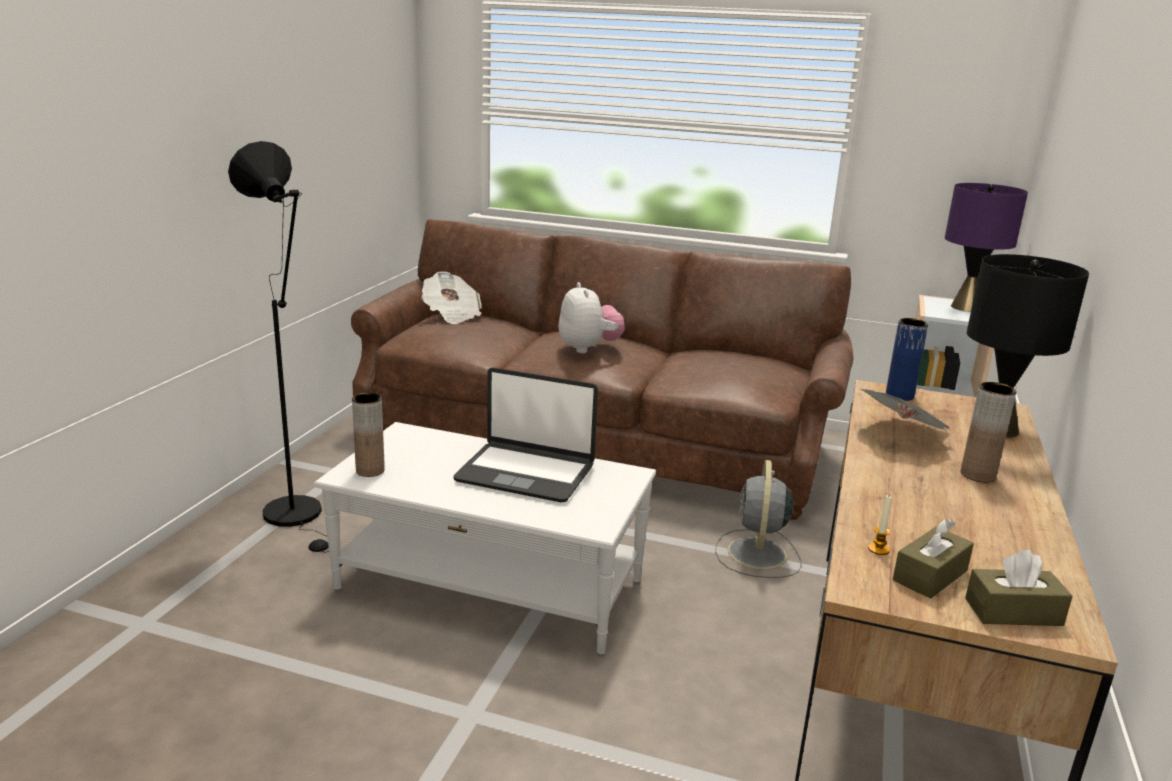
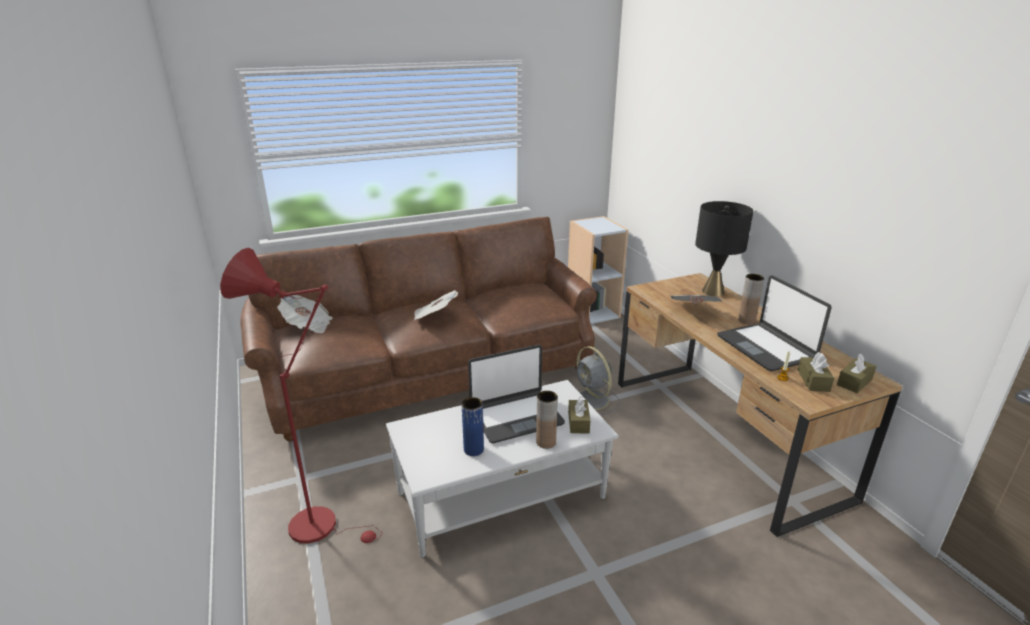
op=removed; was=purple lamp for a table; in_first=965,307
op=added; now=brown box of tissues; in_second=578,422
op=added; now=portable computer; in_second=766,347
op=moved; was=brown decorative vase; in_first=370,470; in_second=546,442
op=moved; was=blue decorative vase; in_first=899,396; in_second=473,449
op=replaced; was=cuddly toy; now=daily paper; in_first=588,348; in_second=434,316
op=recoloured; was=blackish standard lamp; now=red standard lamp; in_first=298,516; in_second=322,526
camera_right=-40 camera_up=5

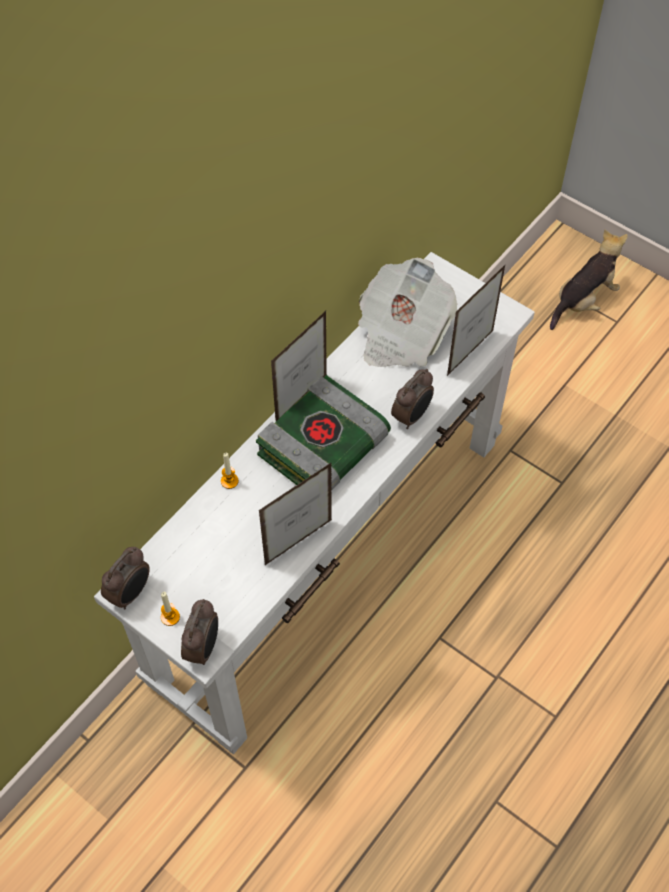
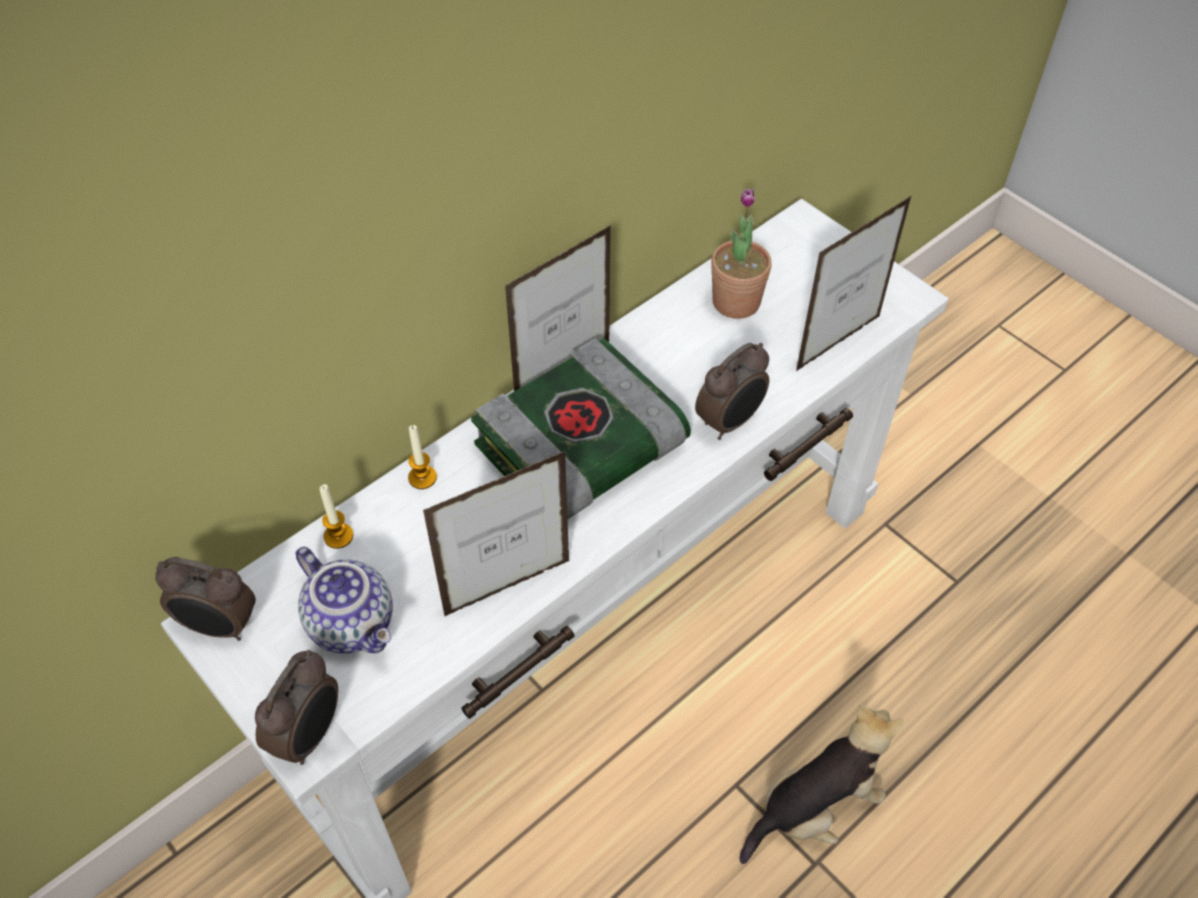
op=added; now=teapot; in_second=354,623
op=moved; was=wax candle; in_first=170,617; in_second=338,536
op=moved; was=cuddly toy; in_first=583,301; in_second=815,807
op=replaced; was=daily paper; now=houseplant; in_first=401,333; in_second=736,302
op=turned; was=alarm clock; in_first=131,593; in_second=220,627; clockwise=60
camera_right=10 camera_up=-5

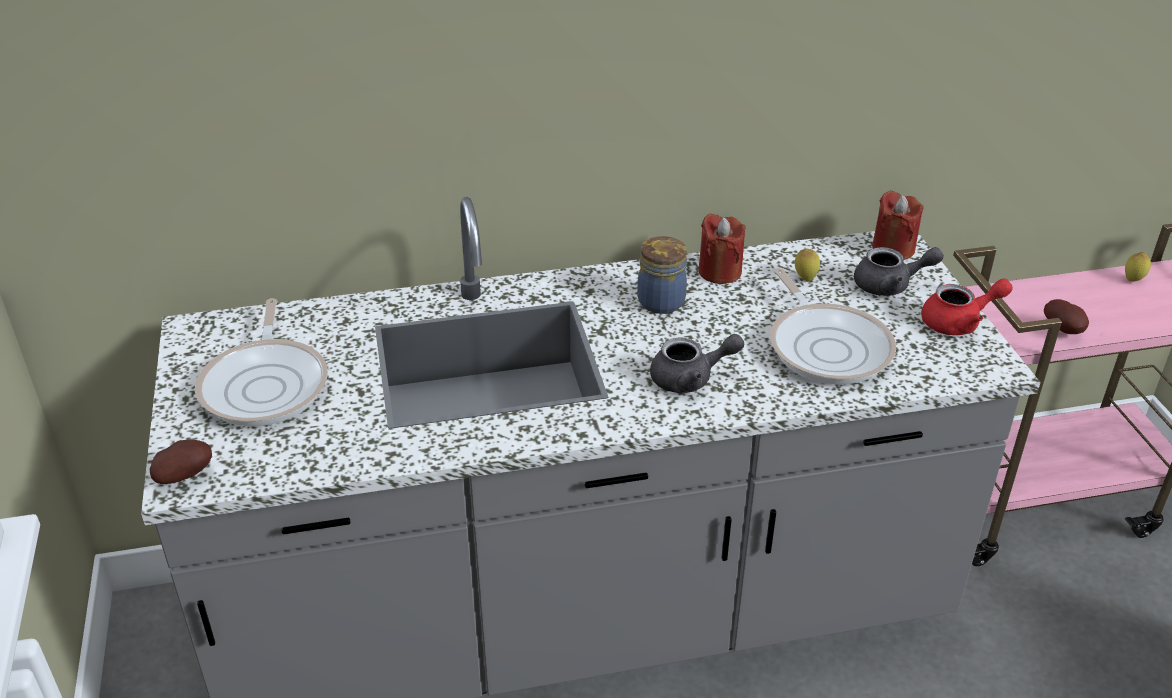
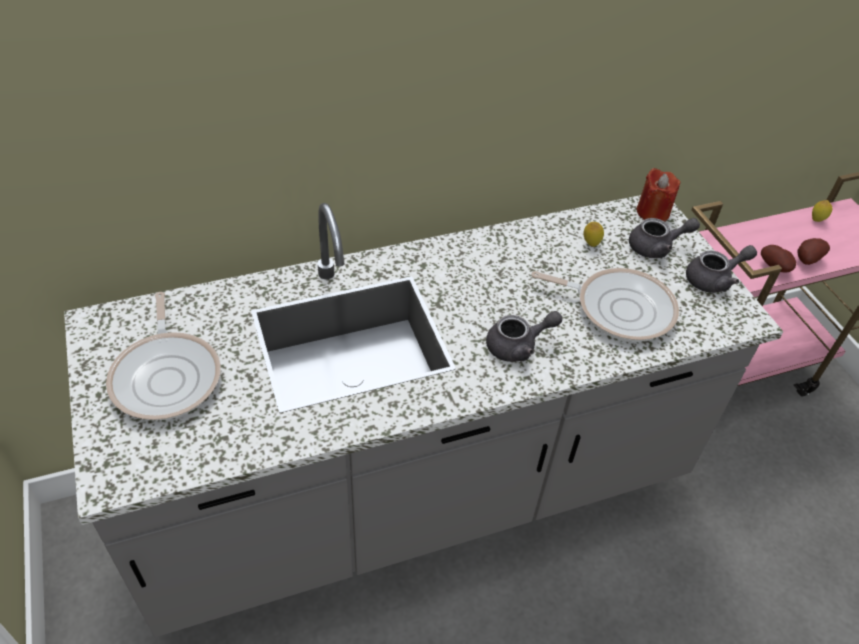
op=removed; was=preserve jar; in_first=661,300
op=removed; was=red wax candle; in_first=719,272
op=moved; was=potato; in_first=184,475; in_second=806,259
op=recoloured; was=red teapot; now=grey teapot; in_first=959,322; in_second=714,279
op=turned; was=frying pan; in_first=827,346; in_second=619,308; clockwise=-45
camera_right=-10 camera_up=10

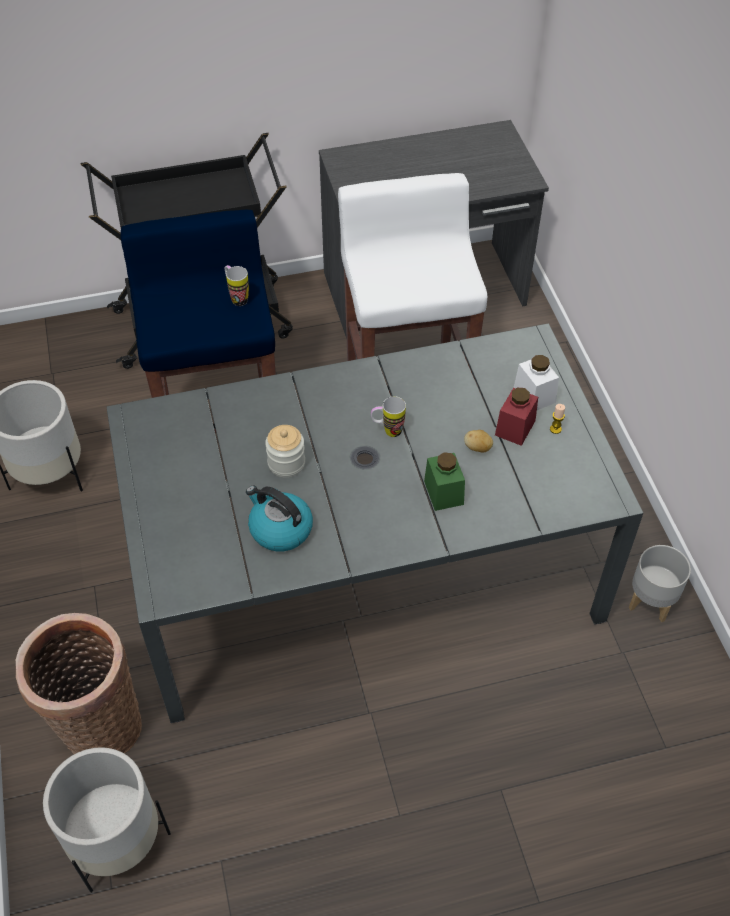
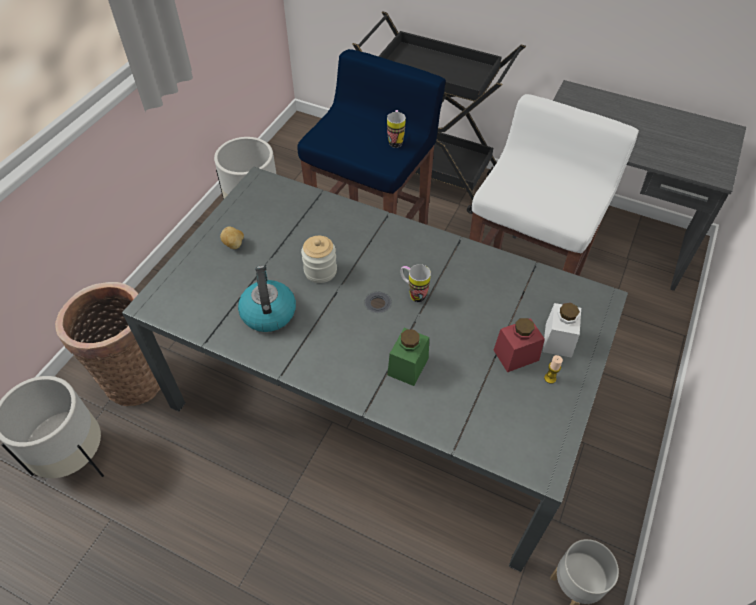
op=moved; was=potato; in_first=477,448; in_second=234,245
camera_right=40 camera_up=0

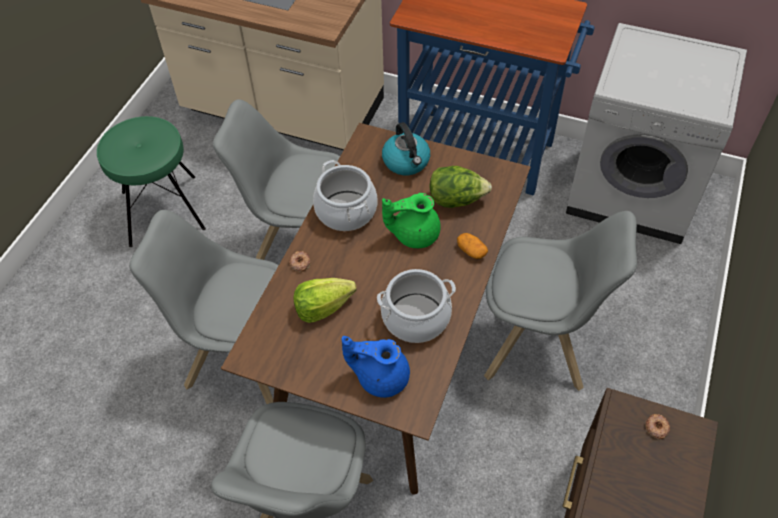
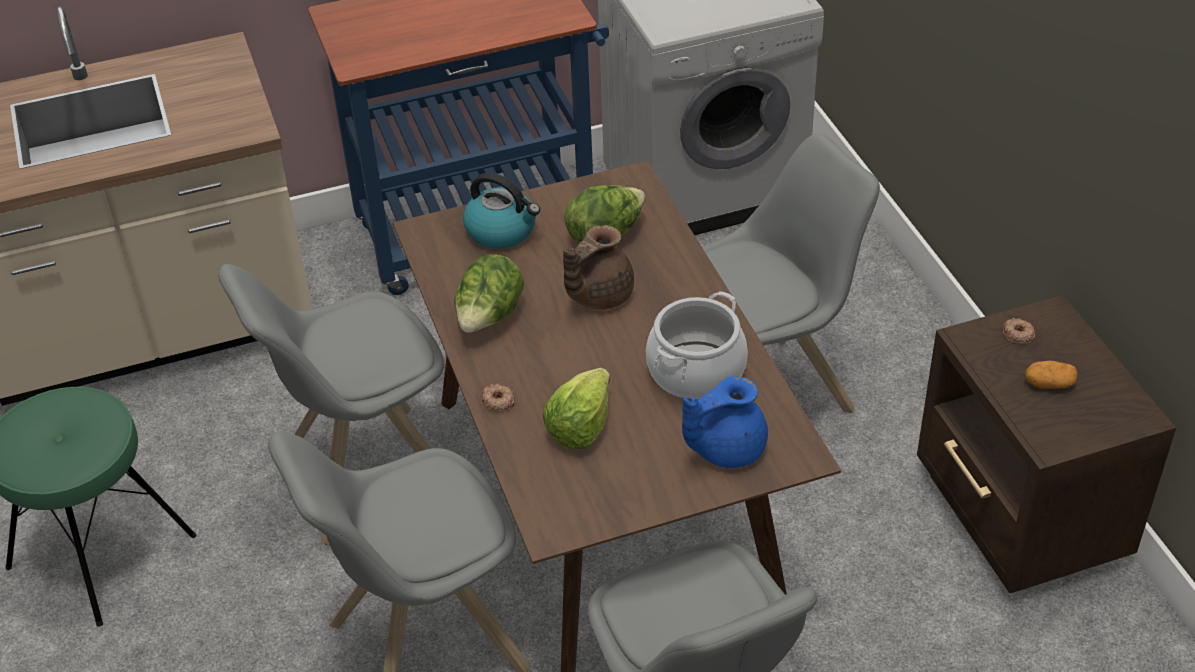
op=moved; was=potato; in_first=471,251; in_second=1049,384
op=replaced; was=stockpot; now=lettuce head; in_first=346,211; in_second=489,318
op=recoloured; was=greenish teapot; now=brown teapot; in_first=414,234; in_second=597,295
camera_right=-40 camera_up=-10

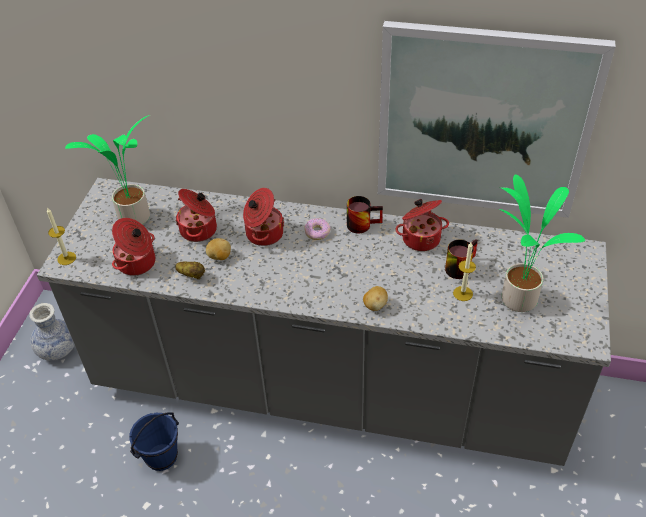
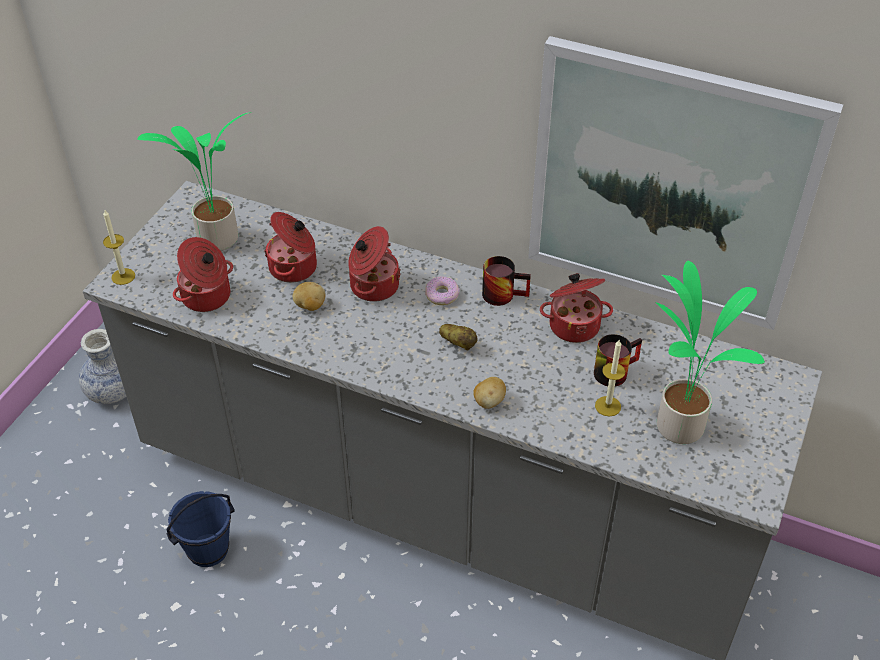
op=moved; was=potato; in_first=191,275; in_second=458,343
camera_right=10 camera_up=0

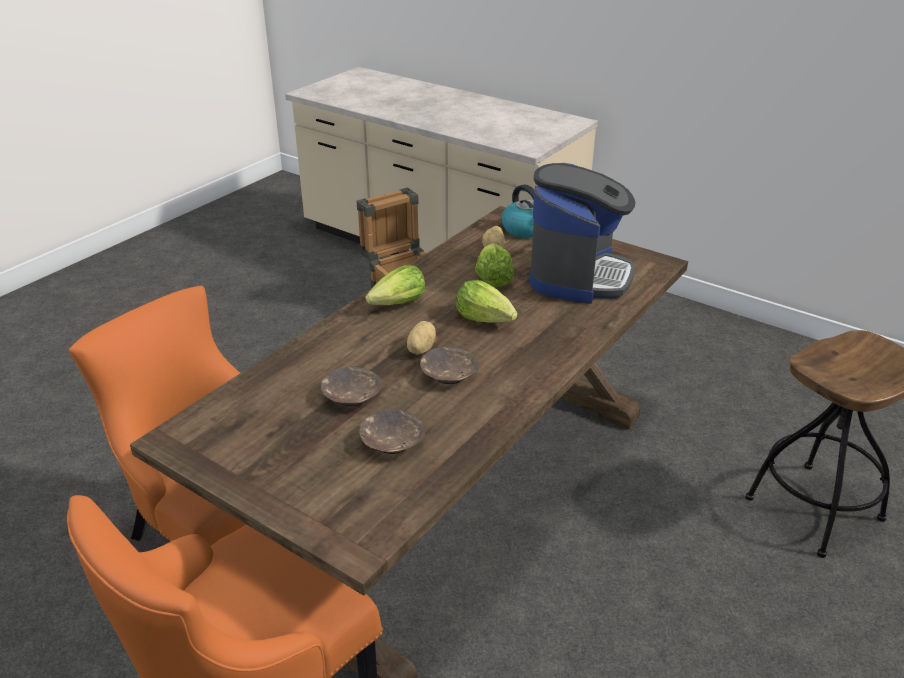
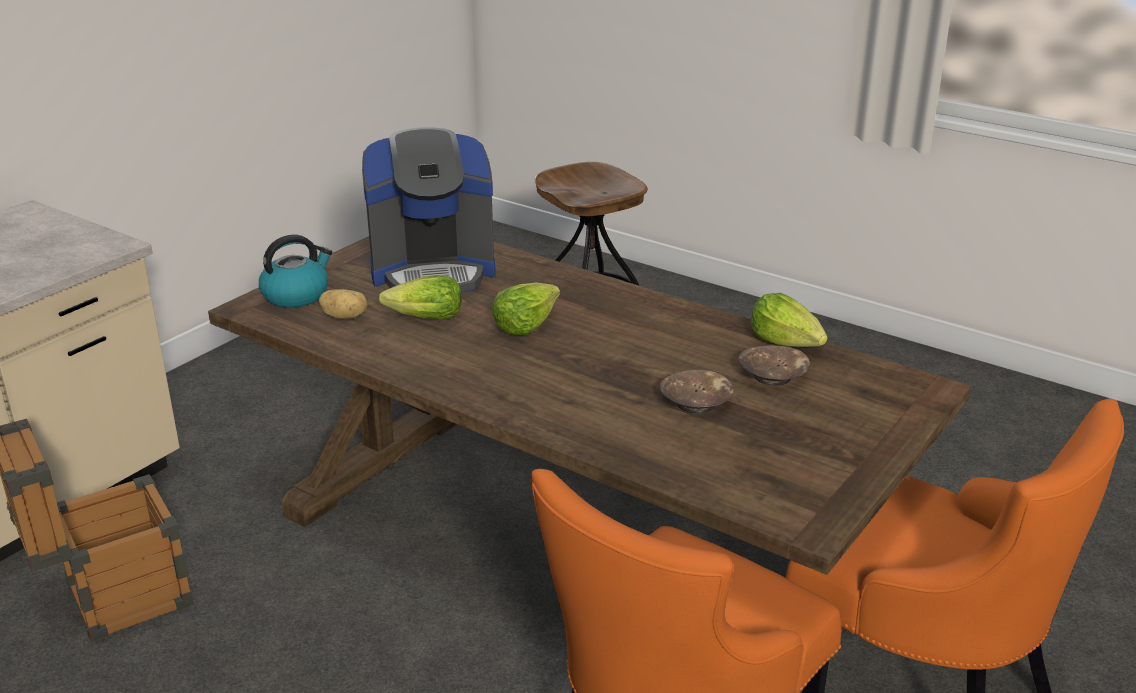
op=removed; was=potato; in_first=420,349
op=removed; was=brown serving bowl; in_first=449,375
op=moved; was=lettuce head; in_first=399,303; in_second=786,342
op=turned; was=coffee machine; in_first=579,276; in_second=433,270; clockwise=150
camera_right=-90 camera_up=-5

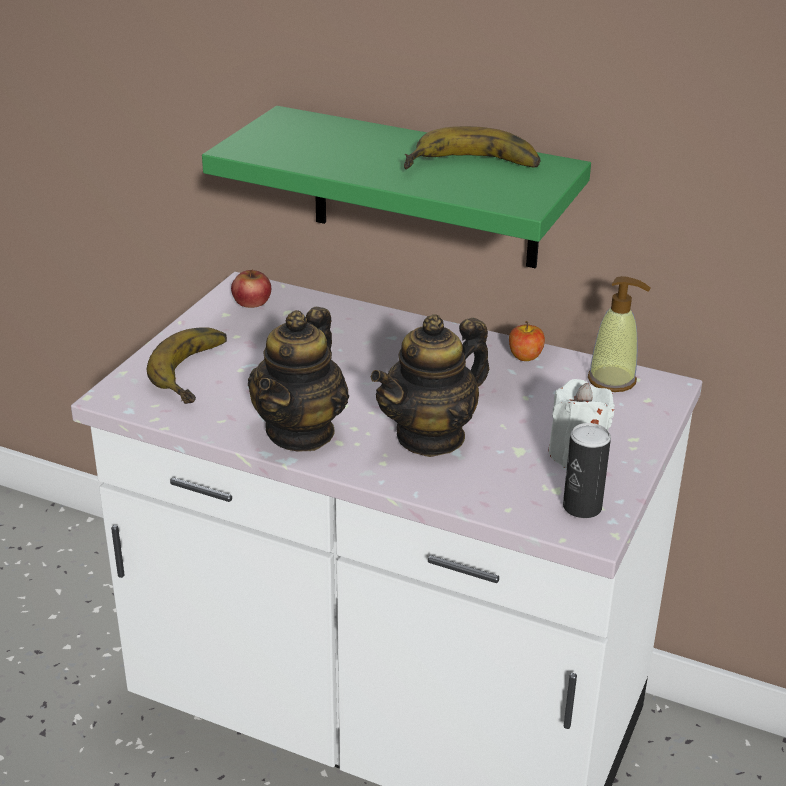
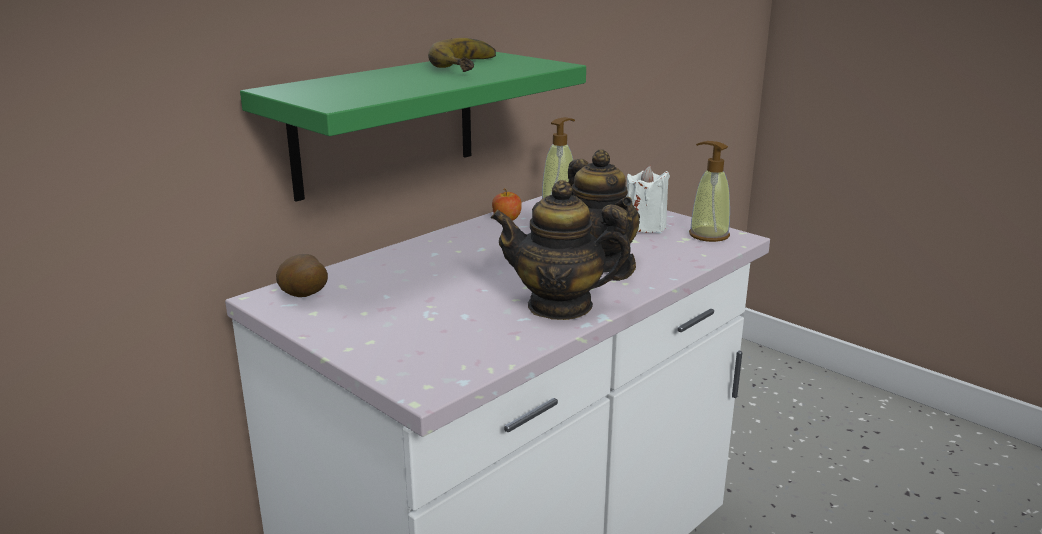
op=removed; was=banana fruit; in_first=200,372
op=replaced; was=apple; now=potato; in_first=252,301; in_second=303,298
op=replaced; was=sealed can; now=soap bottle; in_first=582,507; in_second=708,235
op=turned; was=teapot; in_first=301,432; in_second=560,306; clockwise=150
camera_right=-70 camera_up=-10

